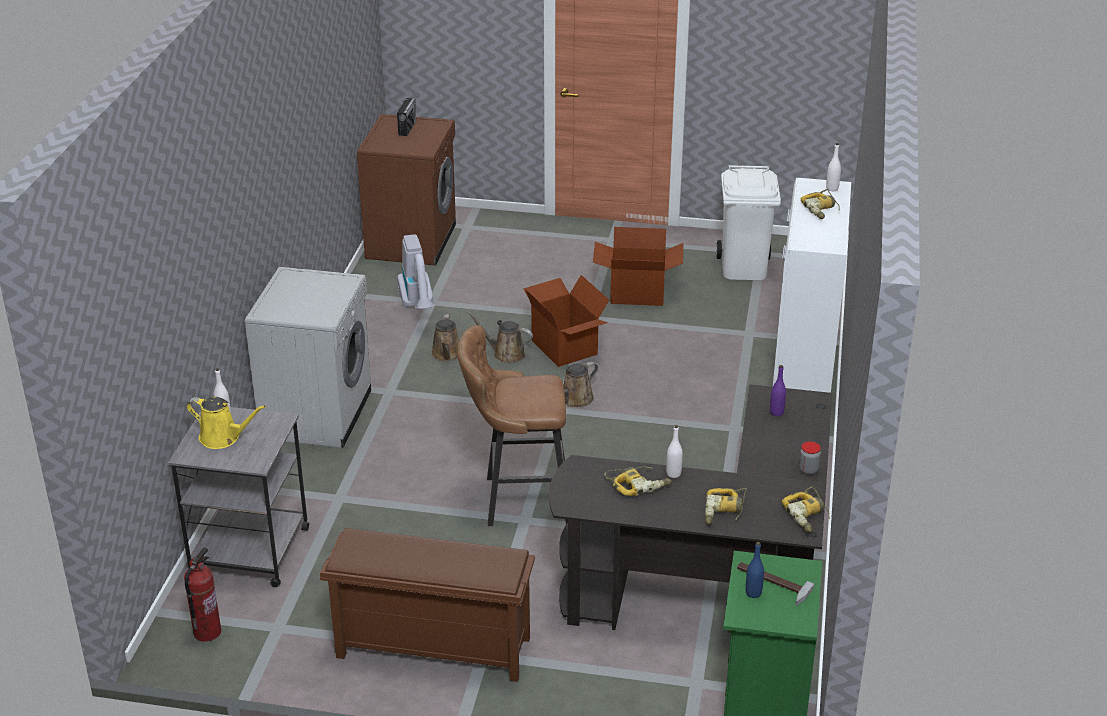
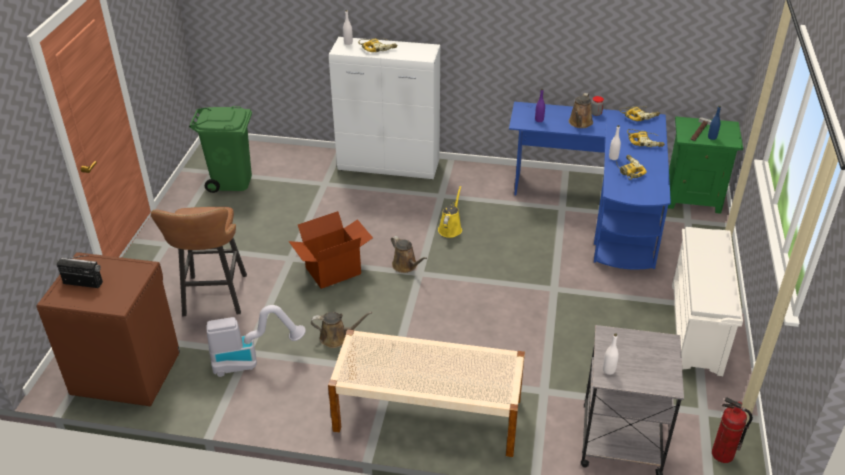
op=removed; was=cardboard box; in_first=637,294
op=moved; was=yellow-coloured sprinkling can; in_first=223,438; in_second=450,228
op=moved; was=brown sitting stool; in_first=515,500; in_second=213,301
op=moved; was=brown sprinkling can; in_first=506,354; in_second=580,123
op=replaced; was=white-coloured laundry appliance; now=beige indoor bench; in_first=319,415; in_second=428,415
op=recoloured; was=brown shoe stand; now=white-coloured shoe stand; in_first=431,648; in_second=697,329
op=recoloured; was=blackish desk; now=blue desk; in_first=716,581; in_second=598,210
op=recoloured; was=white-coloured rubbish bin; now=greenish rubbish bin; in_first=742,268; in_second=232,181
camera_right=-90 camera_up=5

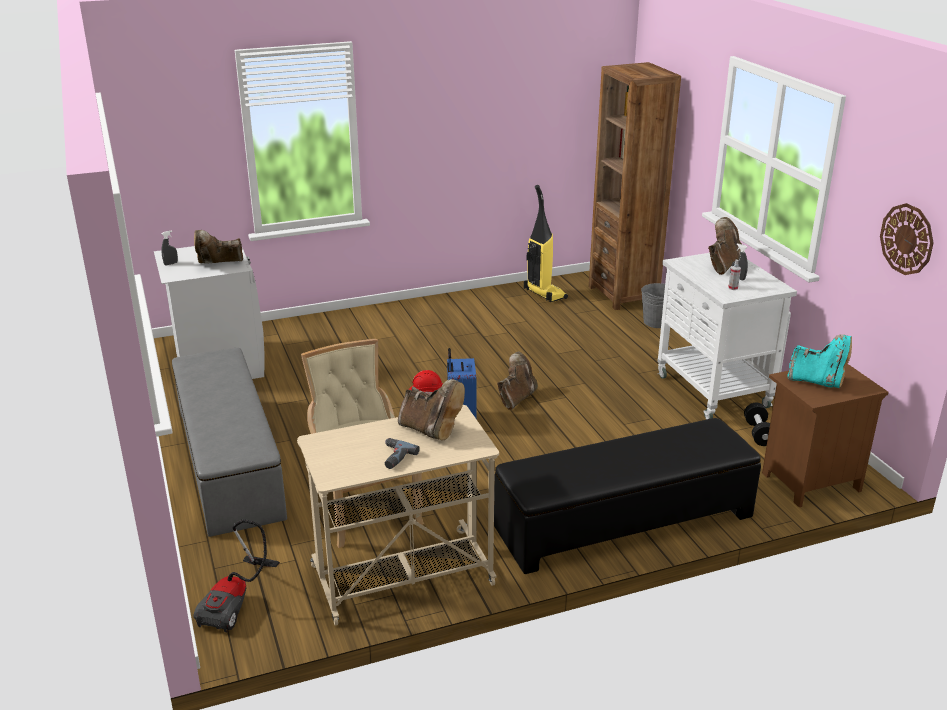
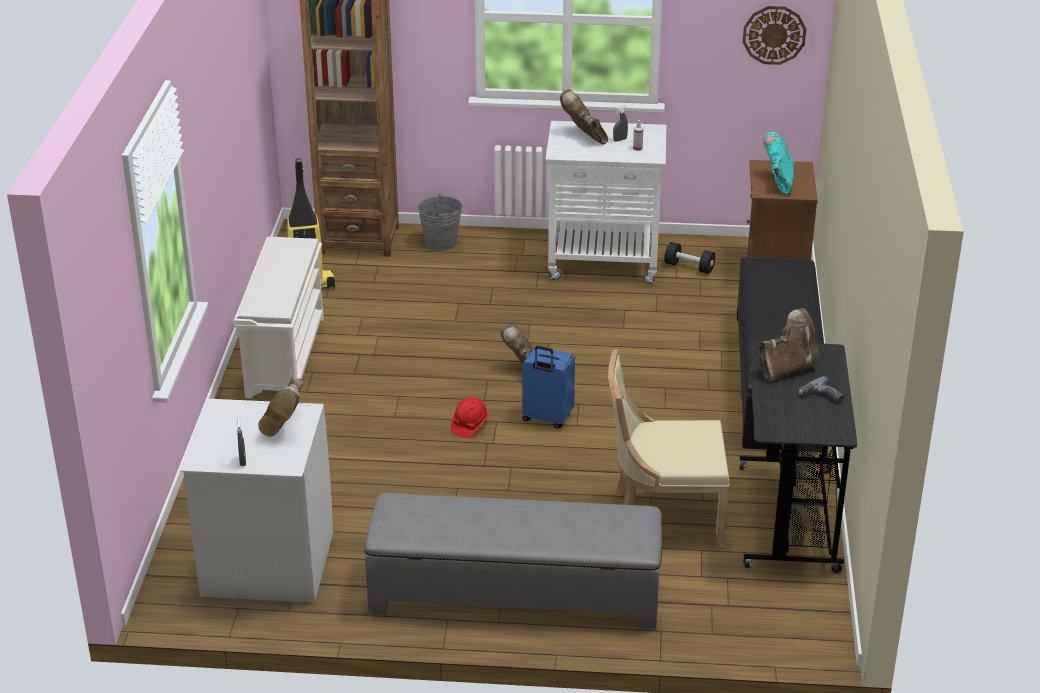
op=removed; was=vacuum; in_first=237,602
op=added; now=white-coloured shoe stand; in_second=285,355
op=recoloured; was=beige desk; now=blackish desk; in_first=402,576; in_second=788,518
op=turned; was=blue-green boot; in_first=818,382; in_second=779,182; clockwise=-45
camera_right=-65 camera_up=5

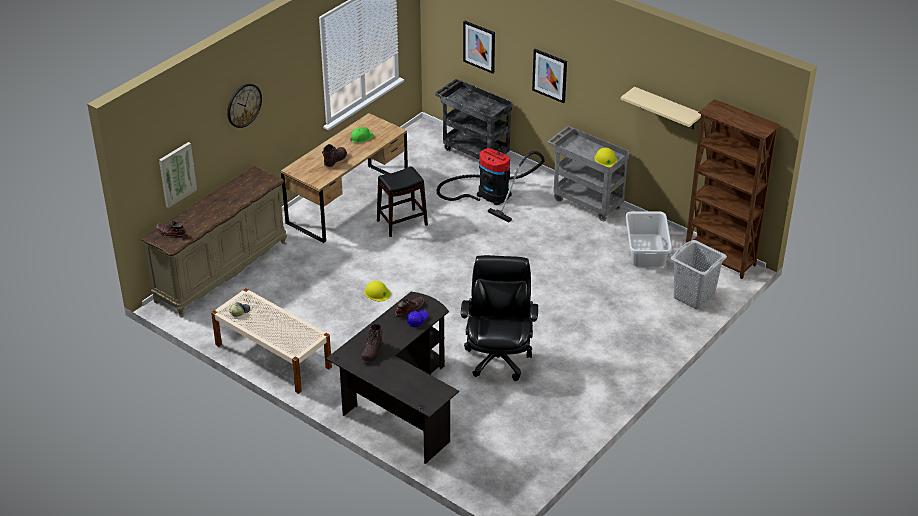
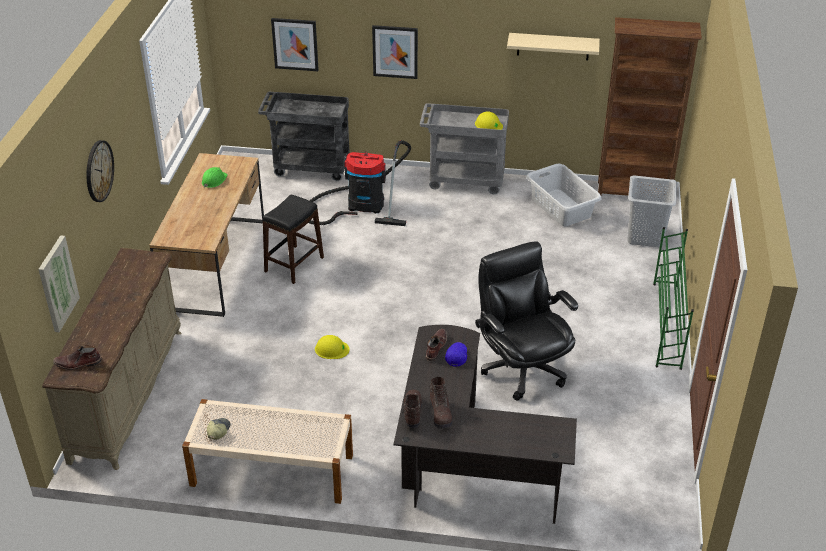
op=added; now=greenish shoe stand; in_second=666,325
op=moved; was=brown boot; in_first=334,160; in_second=412,413
camera_right=-30 camera_up=0

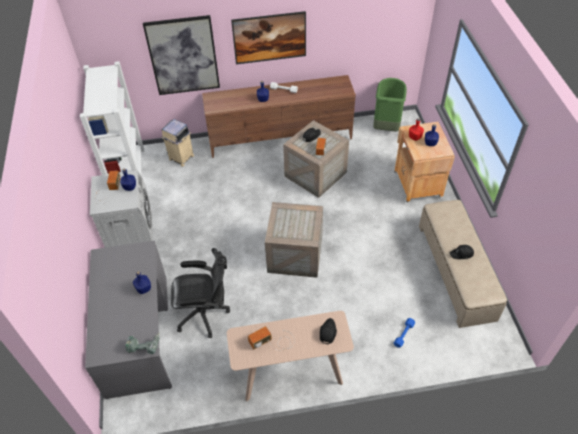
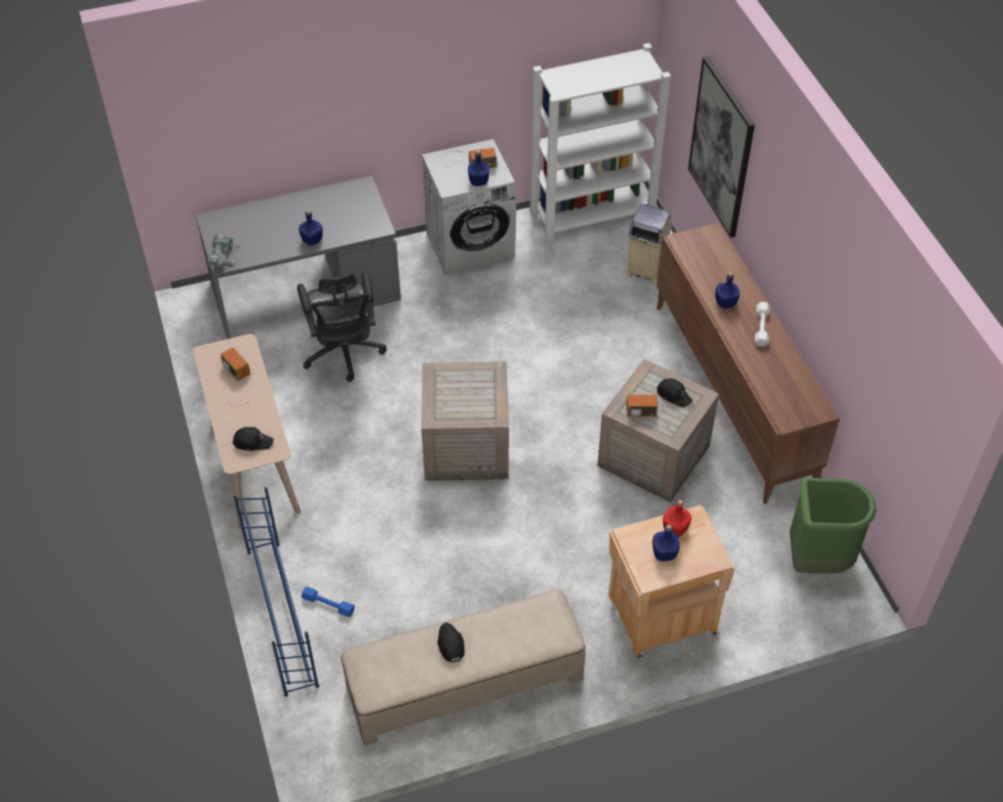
op=removed; was=wall art; in_first=270,48
op=added; now=blue shoe stand; in_second=282,616
camera_right=80 camera_up=0

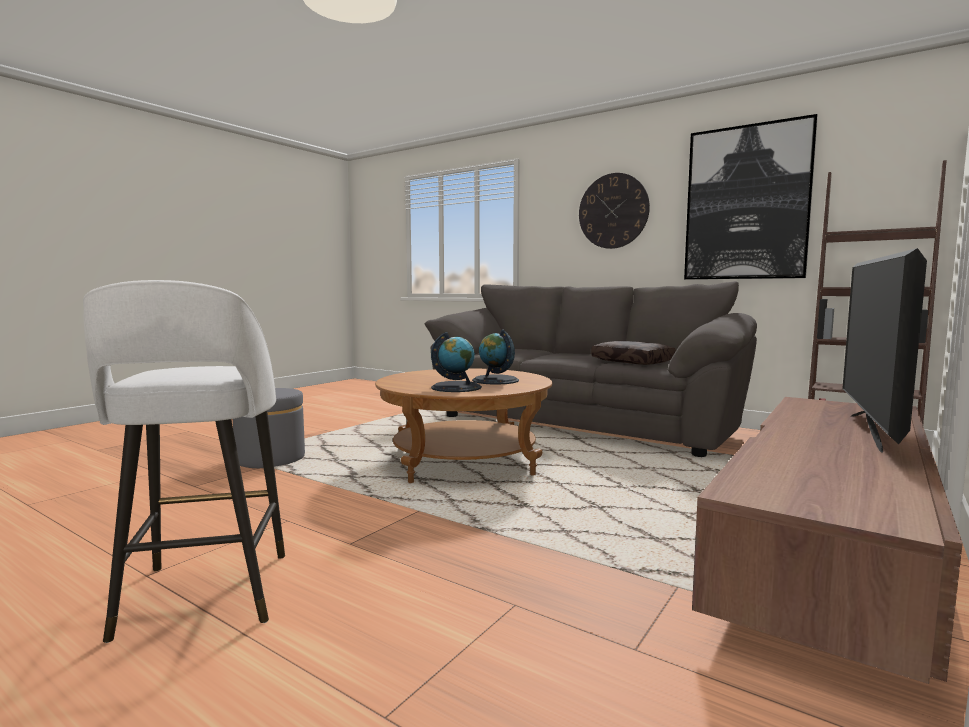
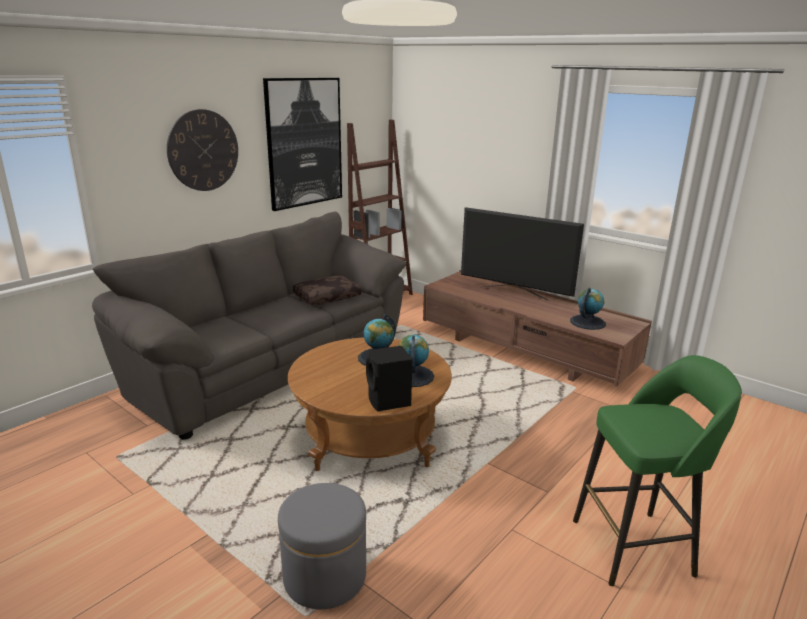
op=added; now=blackish loudspeaker; in_second=389,402
op=added; now=desk globe; in_second=587,322
op=recoloured; was=white-coloured sitting stool; now=greenish sitting stool; in_first=204,597; in_second=635,547
camera_right=-85 camera_up=15

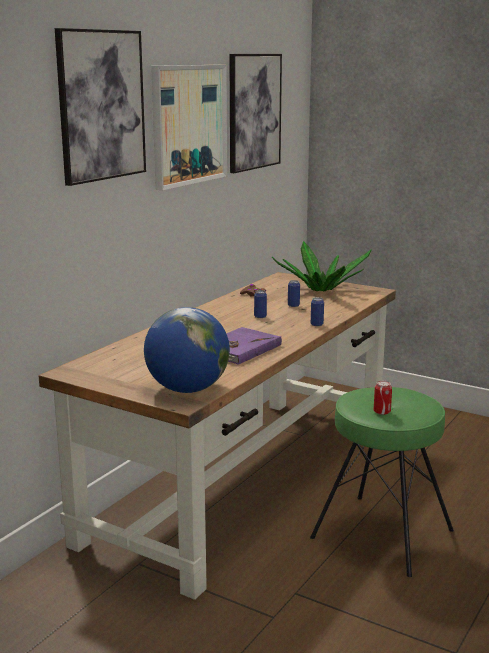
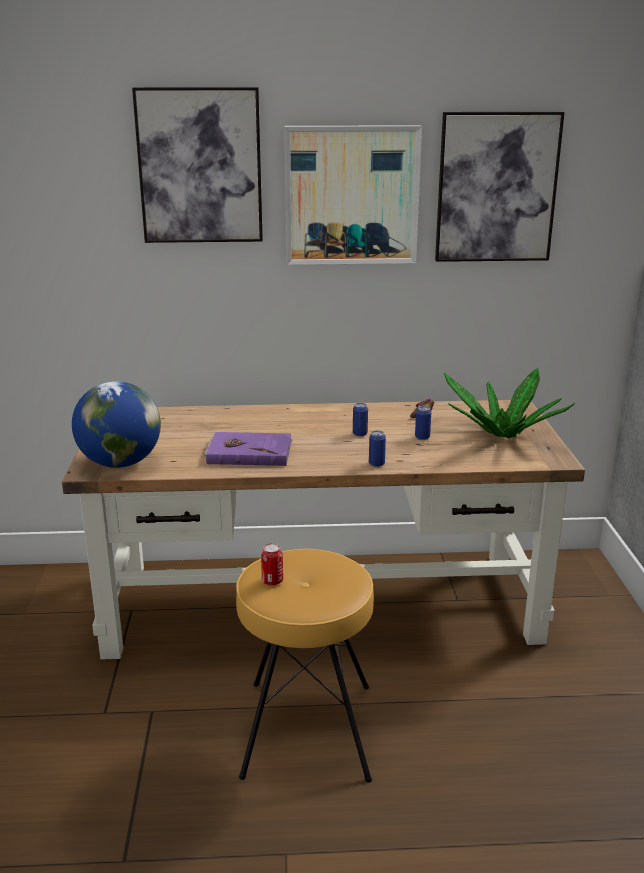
op=recoloured; was=greenish sitting stool; now=brown sitting stool; in_first=382,534; in_second=306,729
camera_right=55 camera_up=5

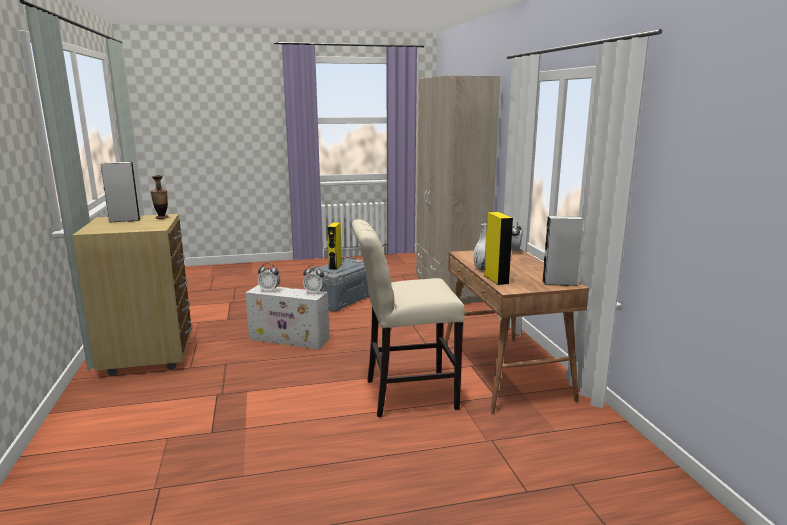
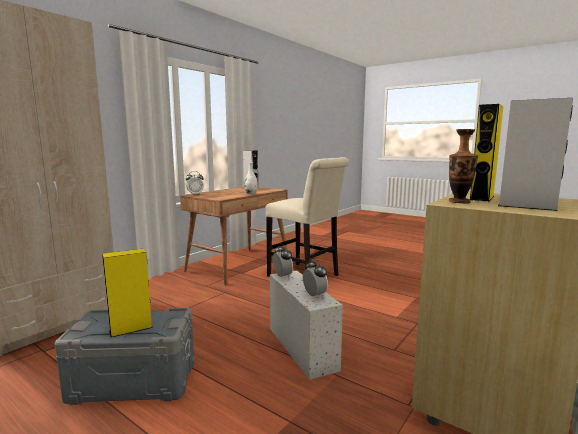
op=moved; was=yellow-coloured loudspeaker; in_first=496,279; in_second=482,198
camera_right=-130 camera_up=-5

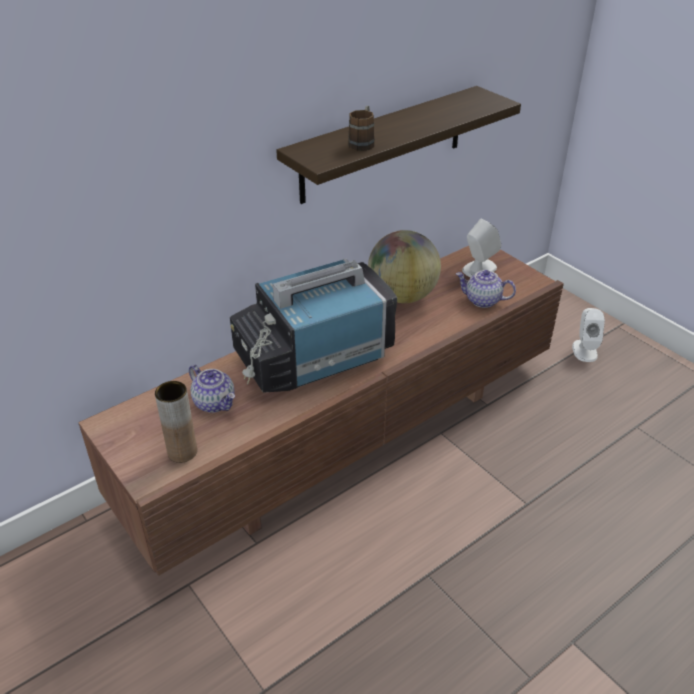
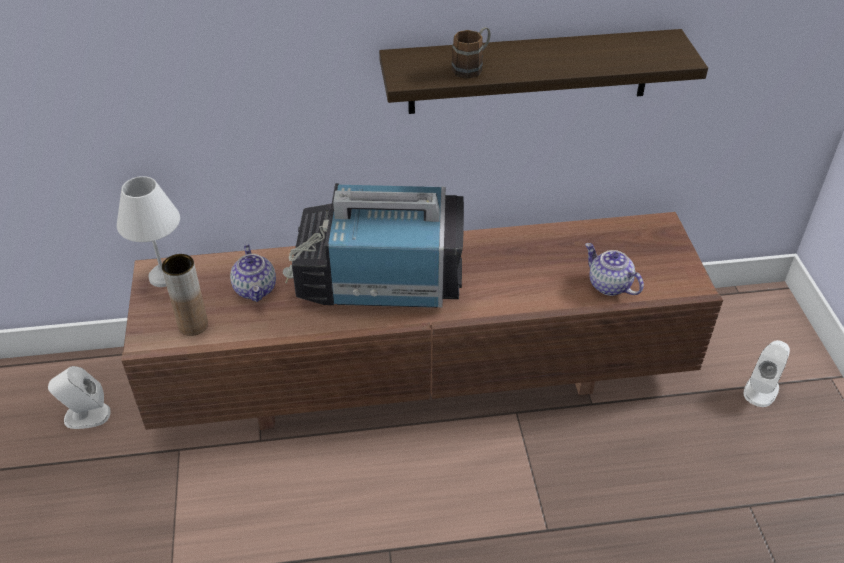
op=removed; was=desk globe; in_first=402,296
op=added; now=white-coloured lamp for a table; in_second=162,276
op=moved; was=white-coloured loudspeaker; in_first=479,269; in_second=86,415
camera_right=30 camera_up=5

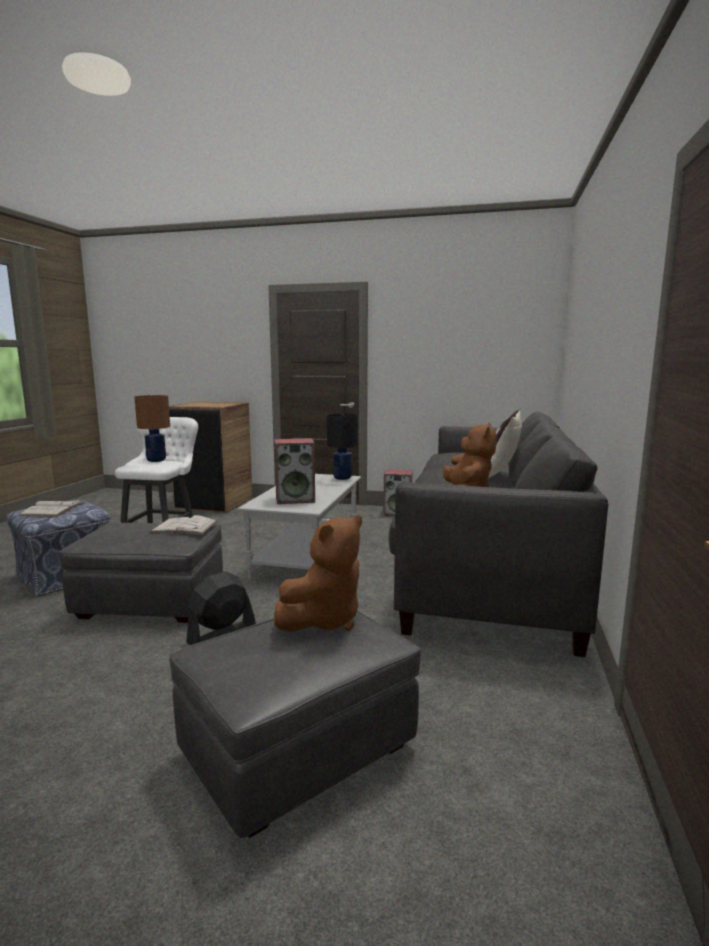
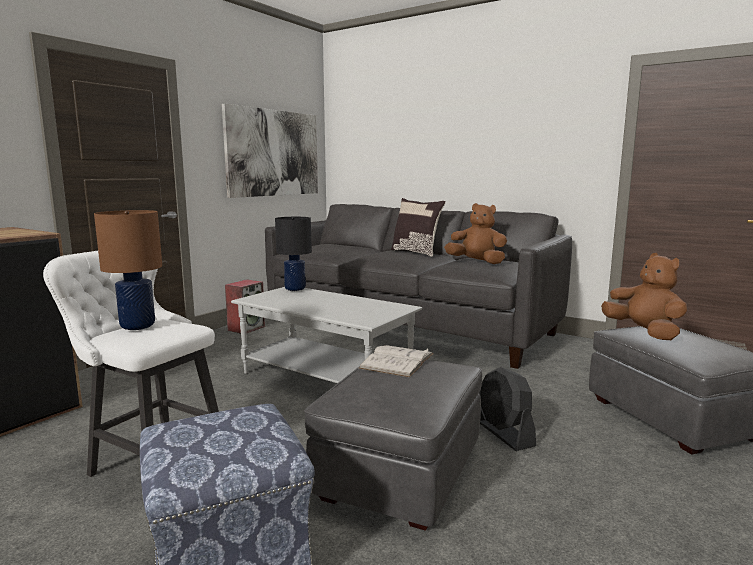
op=removed; was=white-coloured volume; in_first=53,509
op=removed; was=loudspeaker; in_first=295,499
op=added; now=wall art; in_second=273,153
camera_right=-70 camera_up=0

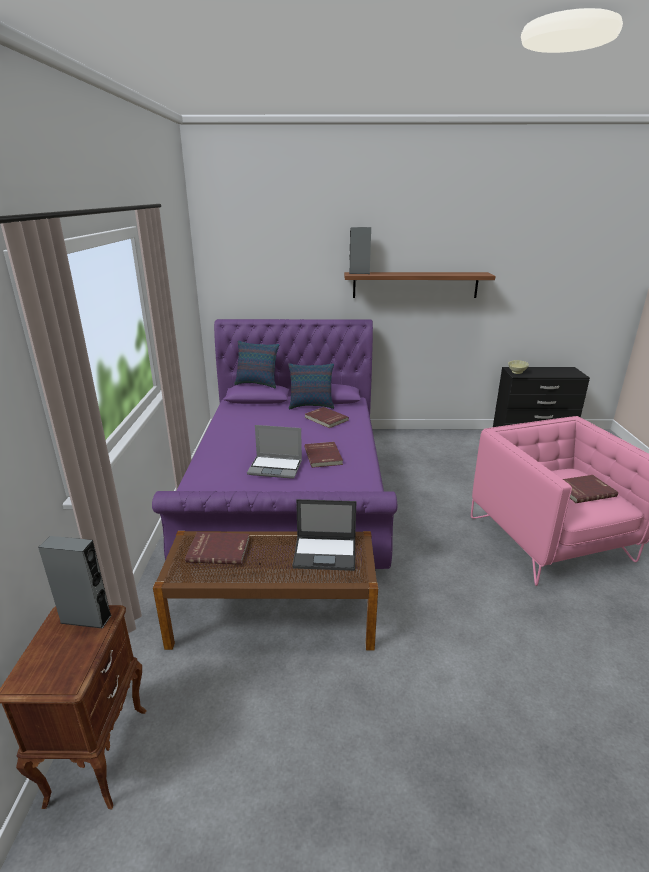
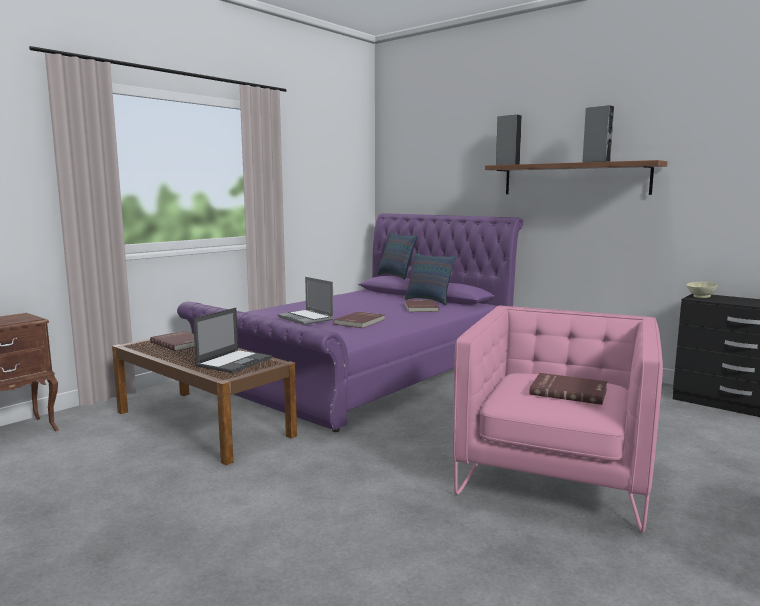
op=moved; was=grey loudspeaker; in_first=86,619; in_second=596,162
op=turned; was=portable computer; in_first=326,553; in_second=235,361; clockwise=-105
camera_right=40 camera_up=-15

